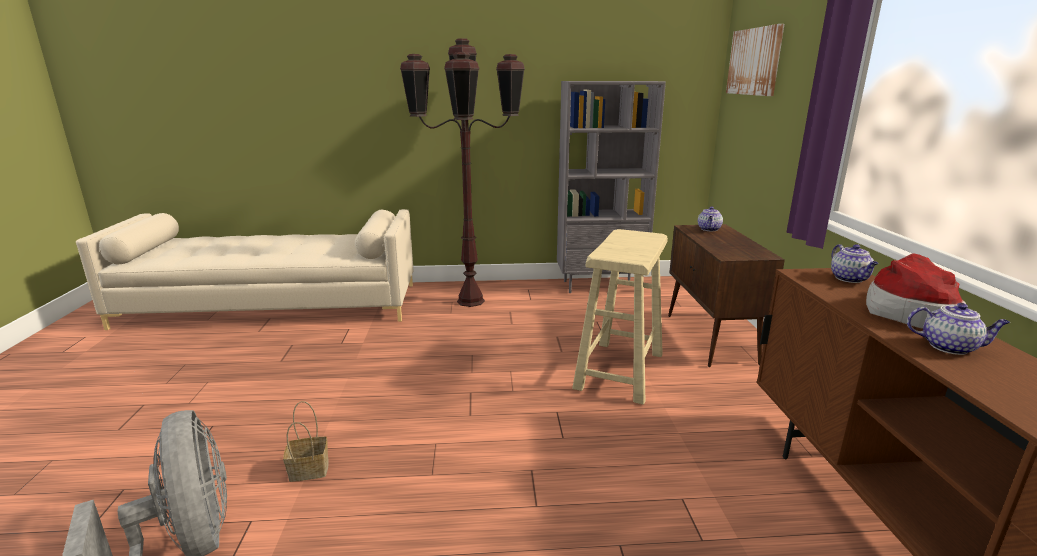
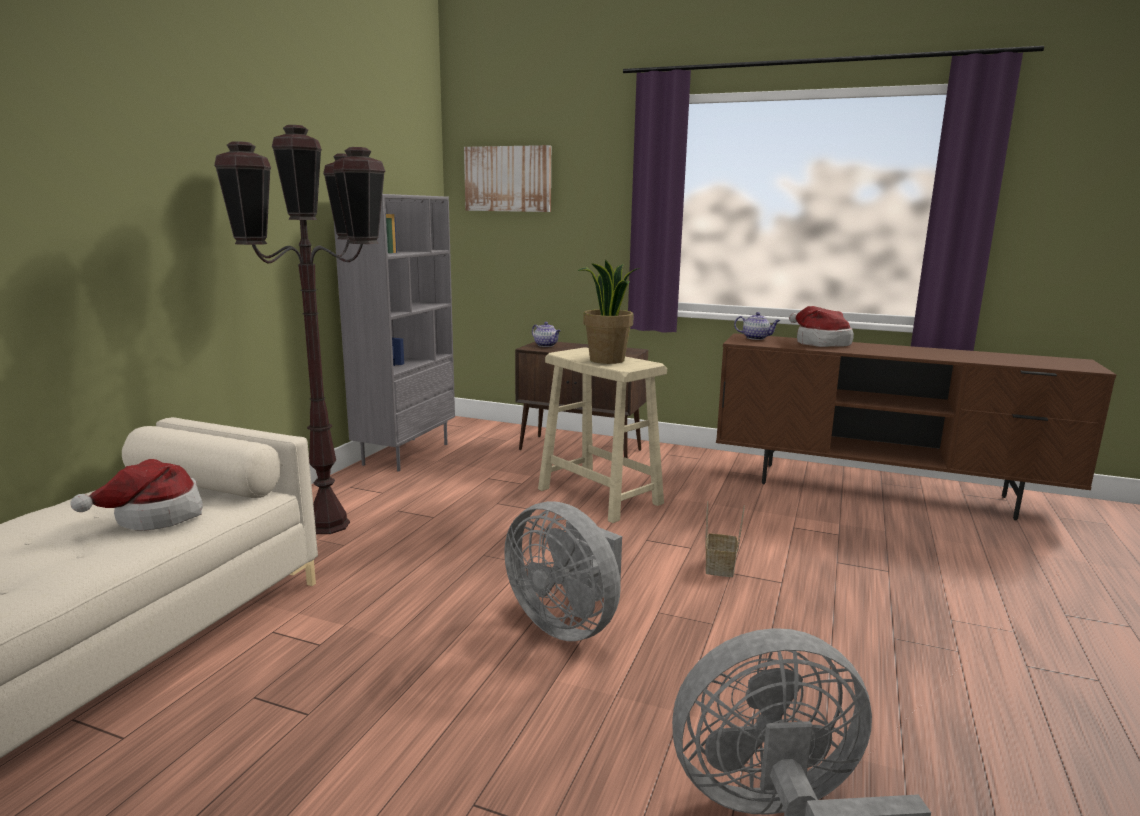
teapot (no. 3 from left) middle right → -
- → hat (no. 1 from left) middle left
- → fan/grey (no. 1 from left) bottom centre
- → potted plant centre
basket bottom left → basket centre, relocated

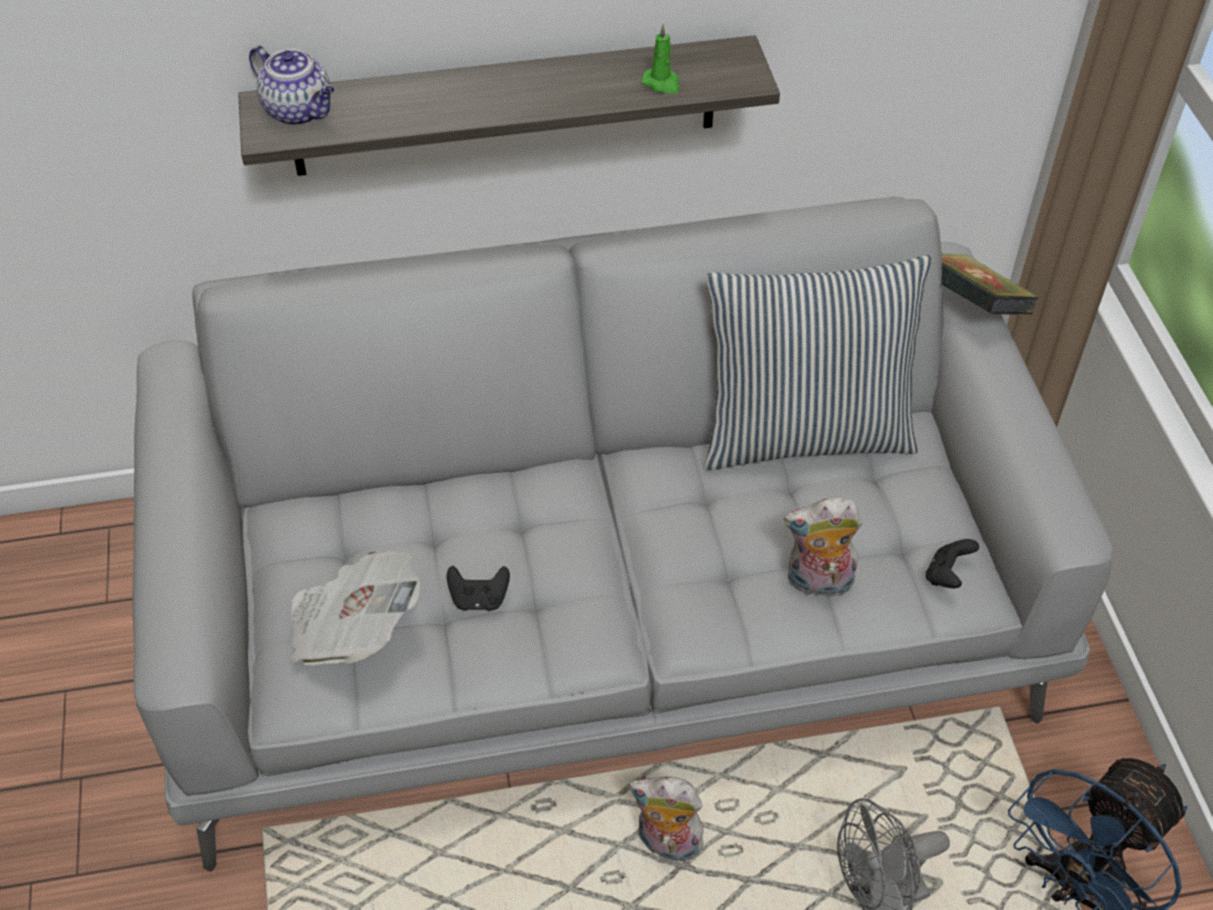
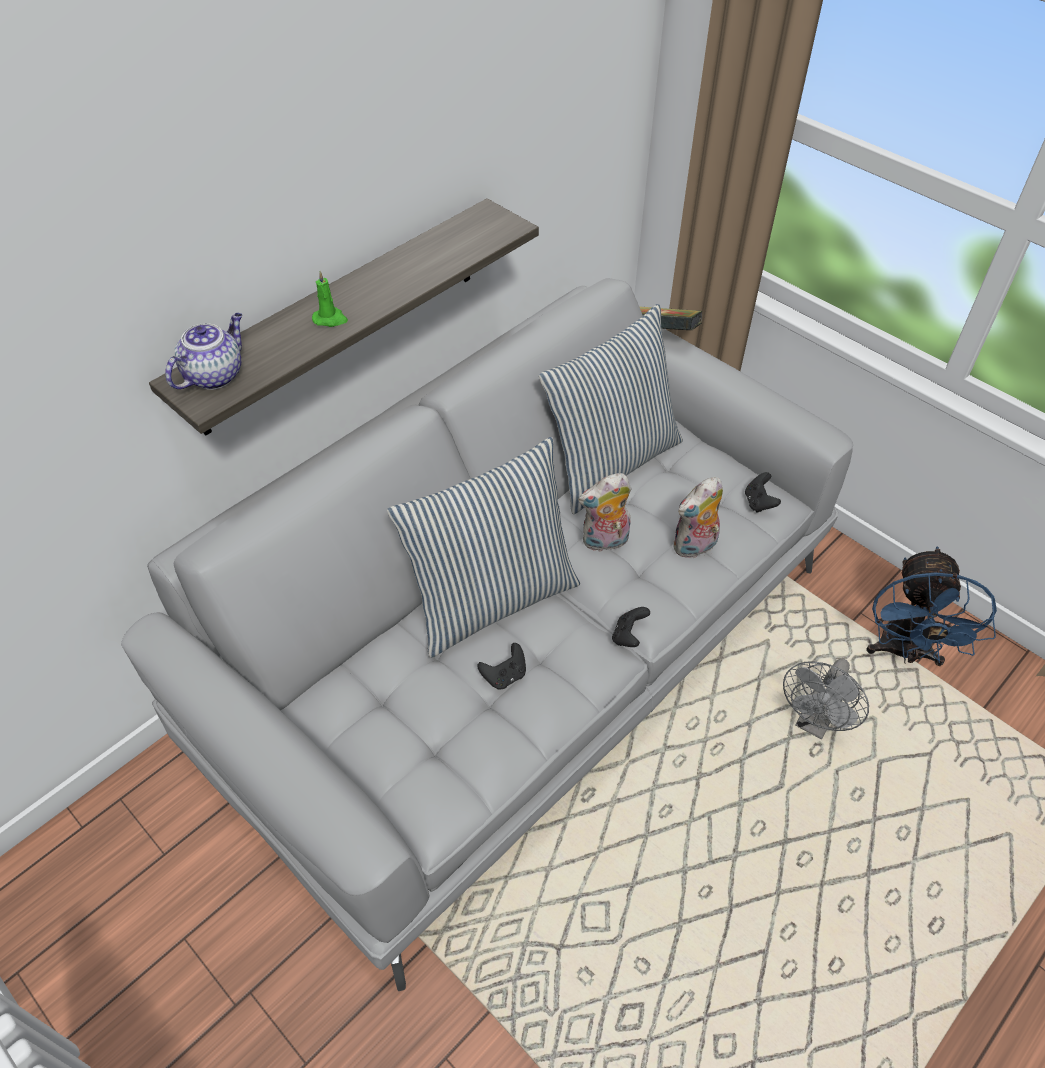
newspaper bottom left → -
- → pillow (no. 1 from left) centre
- → game controller/black (no. 2 from left) centre
plush toy (no. 1 from left) bottom centre → plush toy (no. 1 from left) centre, relocated
candle/green top centre → candle/green top left, relocated
teapot top left, 60 degrees counterclockwise

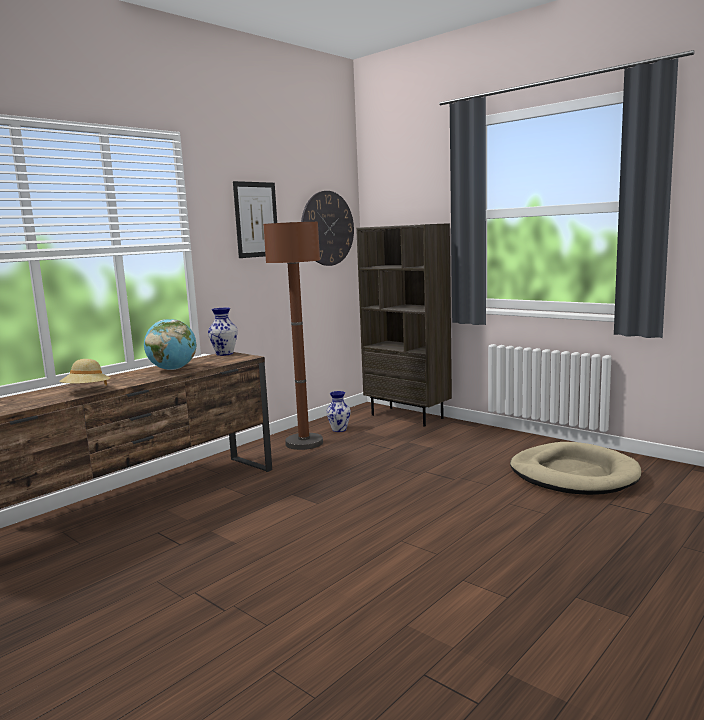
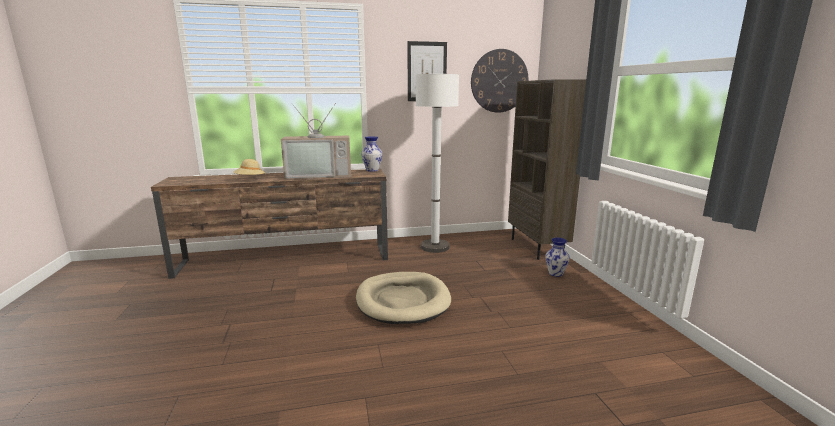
vase (no. 2 from left) centre → vase (no. 2 from left) middle right, relocated
dog bed/beige middle right → dog bed/beige bottom centre, relocated
globe middle left → television top centre
floor lamp/brown centre → floor lamp/white centre

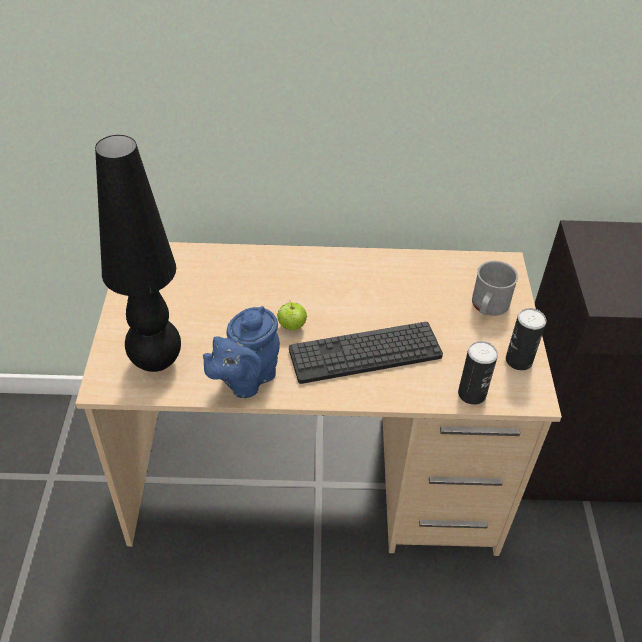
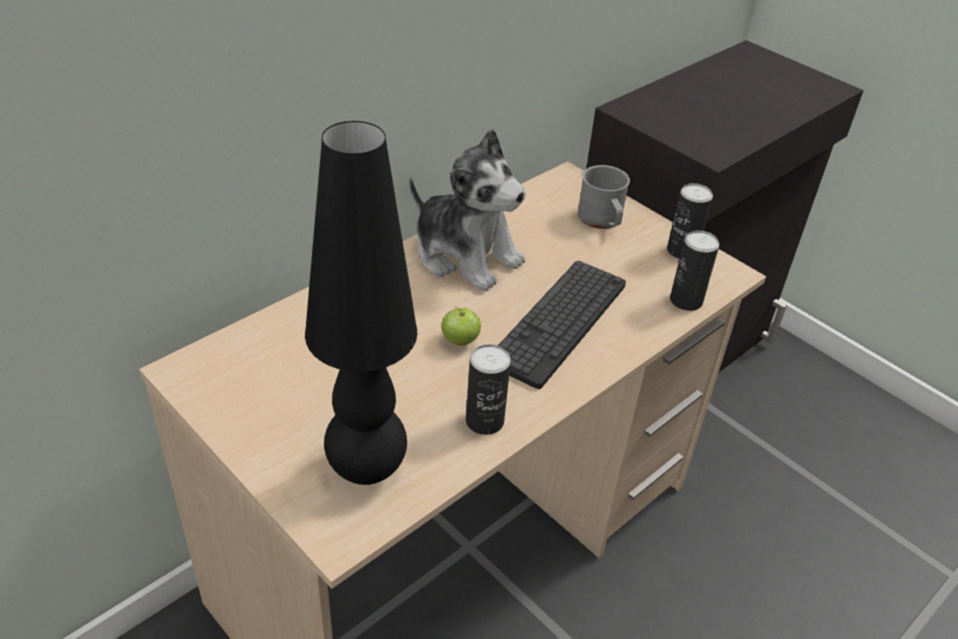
- → plush toy top centre
teapot/blue centre → can (no. 1 from left) centre

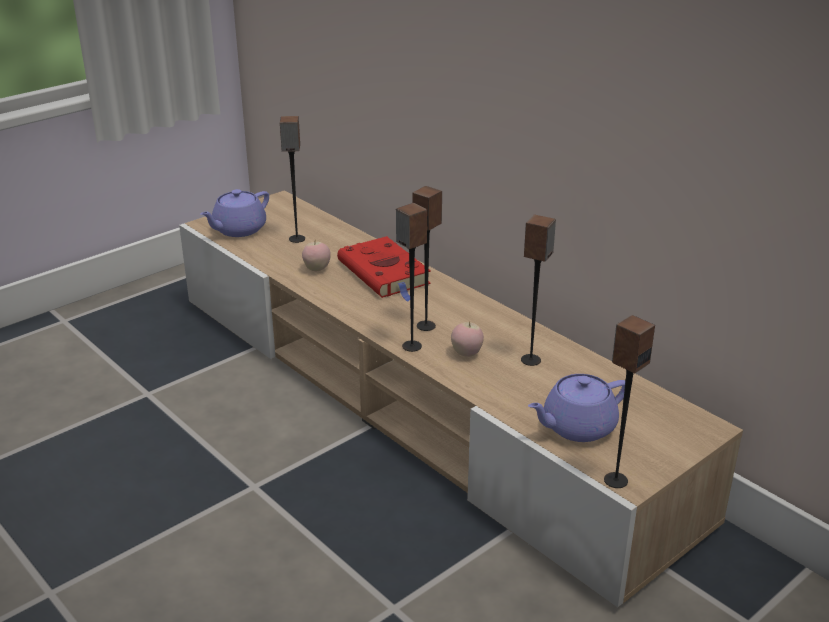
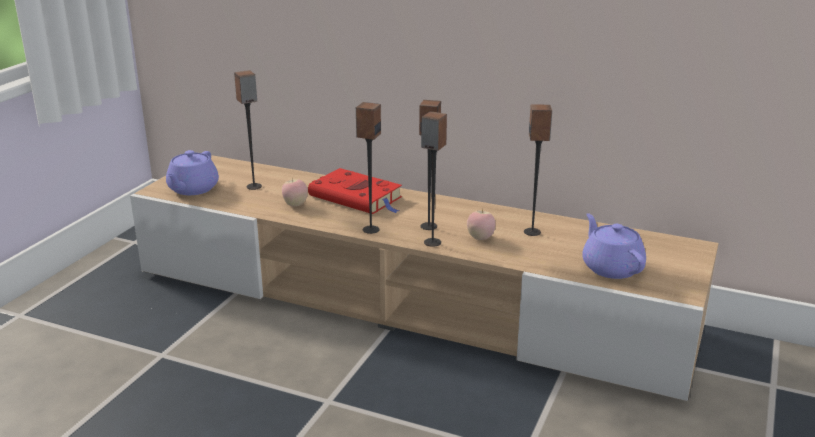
speaker (no. 5 from left in the first image) middle right → speaker (no. 2 from left) centre, relocated
teapot/purple (no. 2 from left) middle right, 120 degrees clockwise

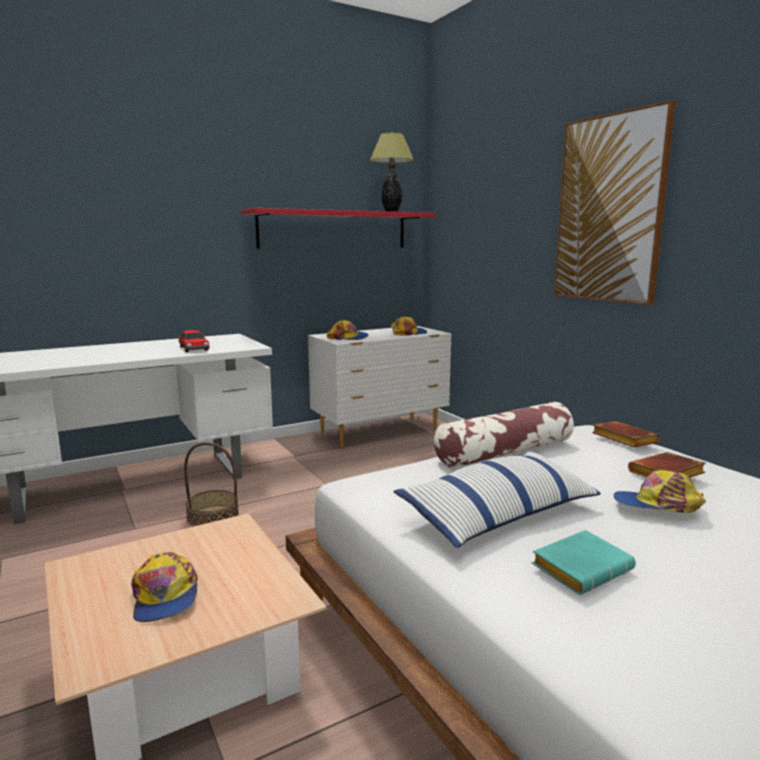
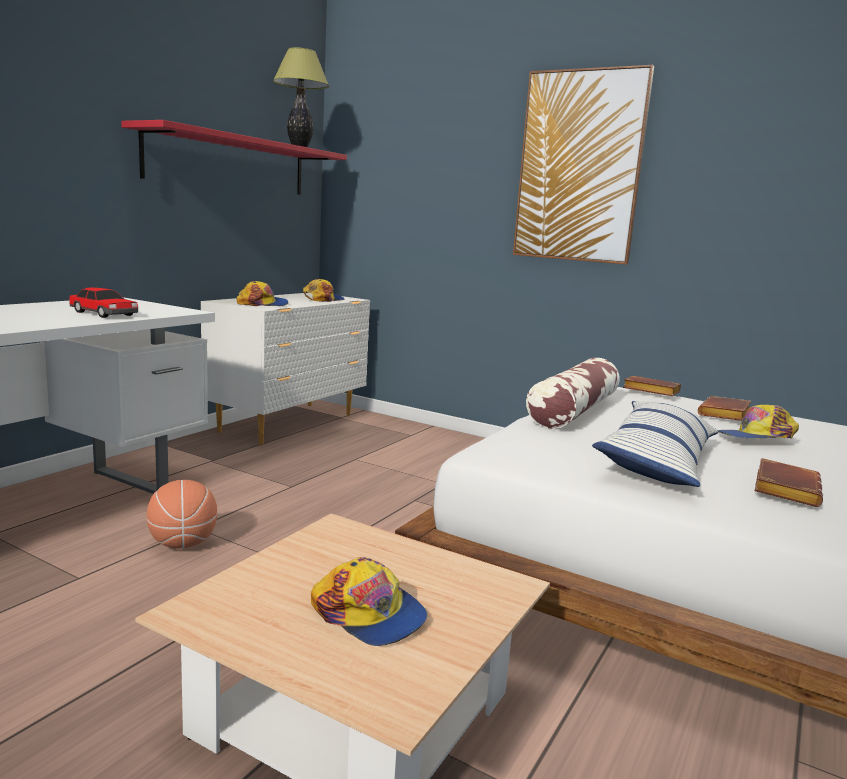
basket middle left → basketball middle left
book/turquoise bottom right → book/brown (no. 3 from left) middle right

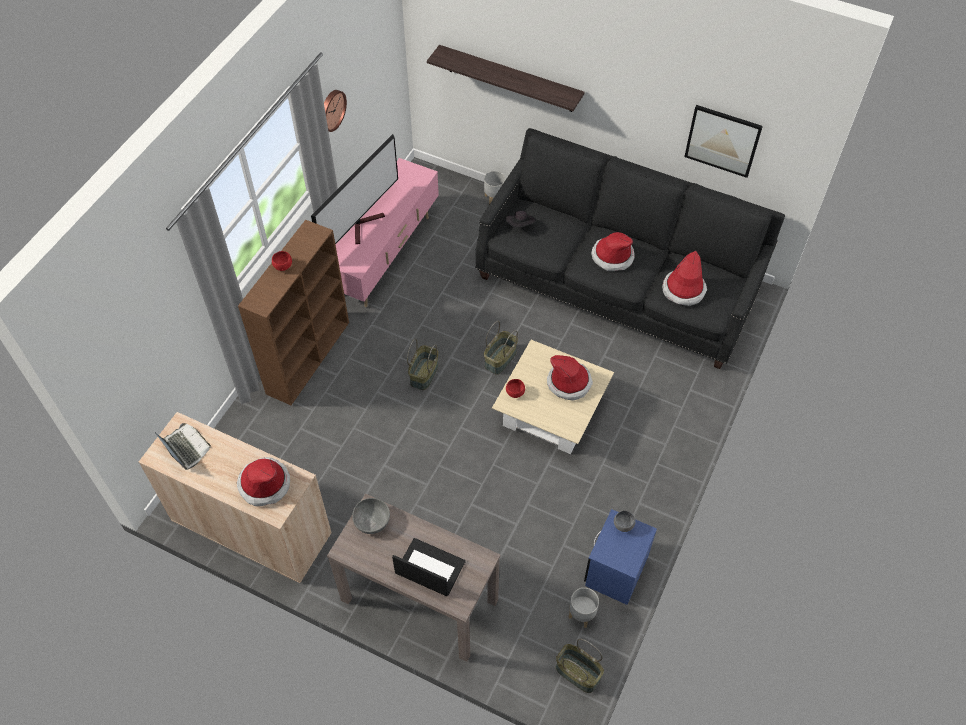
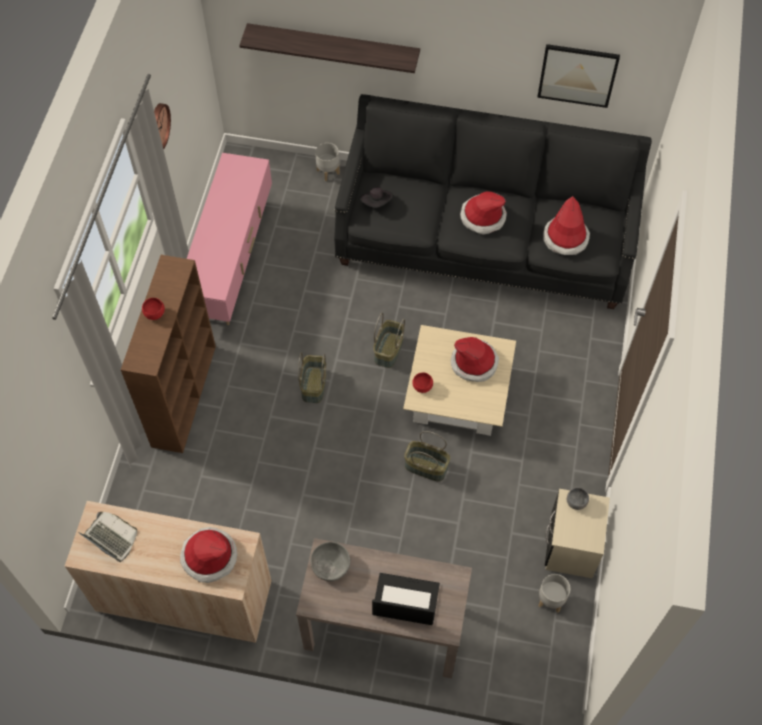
television top centre → -
basket (no. 3 from left) bottom centre → basket (no. 3 from left) centre, relocated
nightstand/blue bottom centre → nightstand/beige bottom right

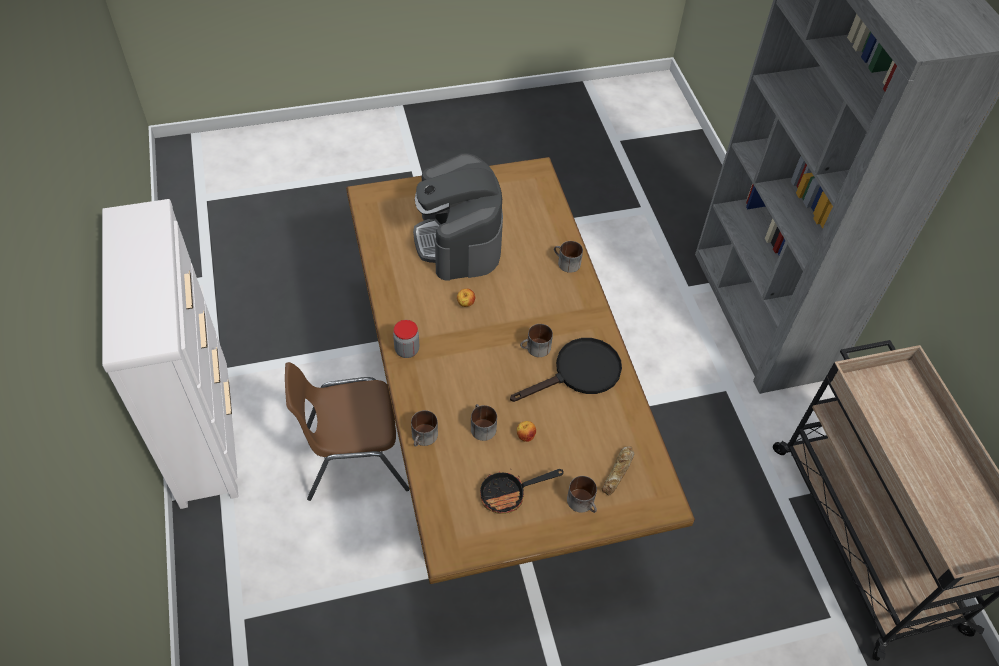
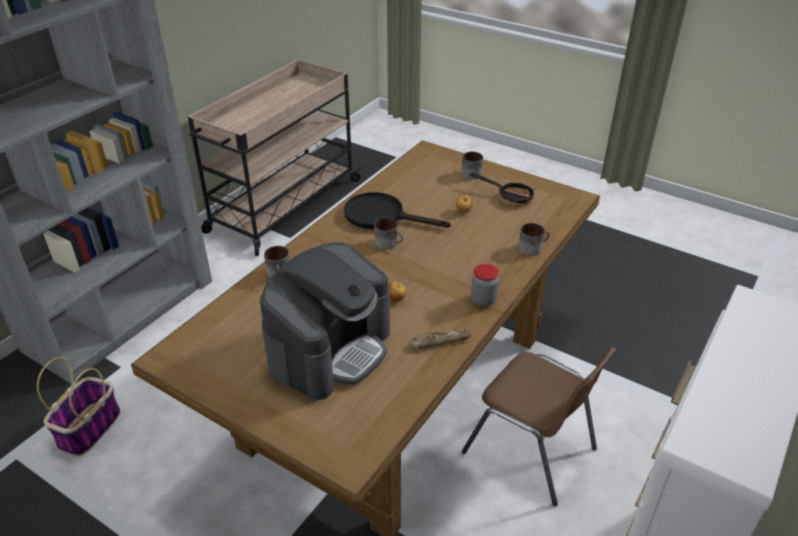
mug (no. 2 from left) centre → -
- → basket bottom left
bread bottom centre → bread centre, relocated

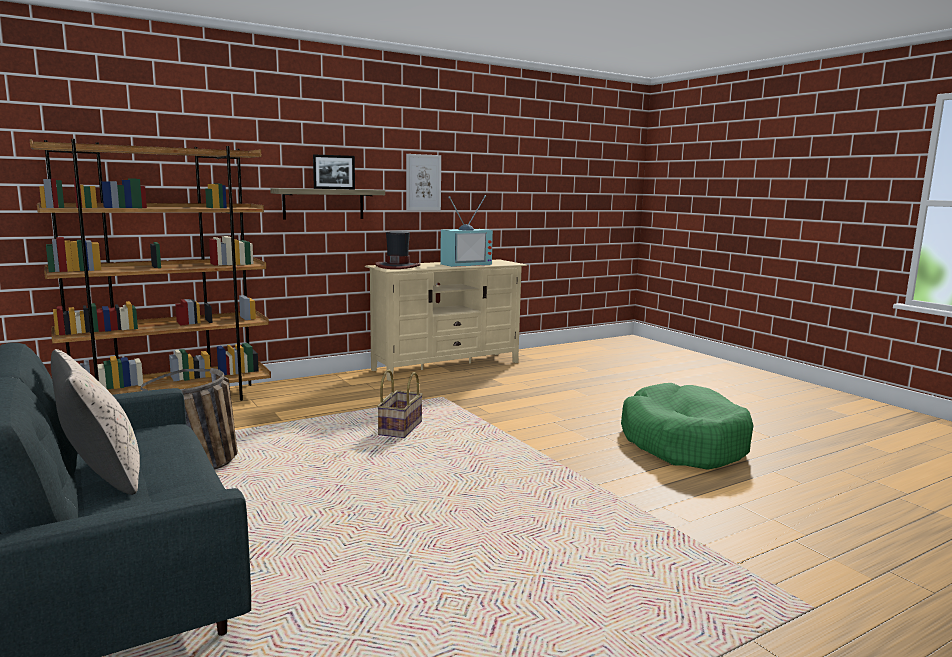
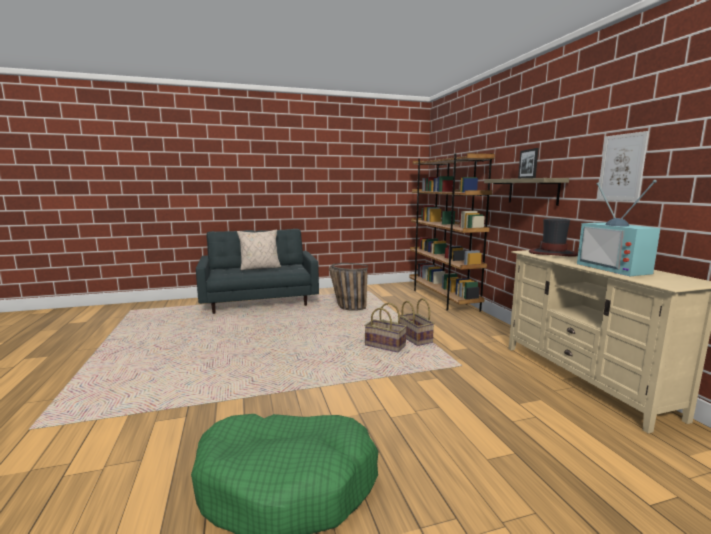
- → basket (no. 3 from left) centre

